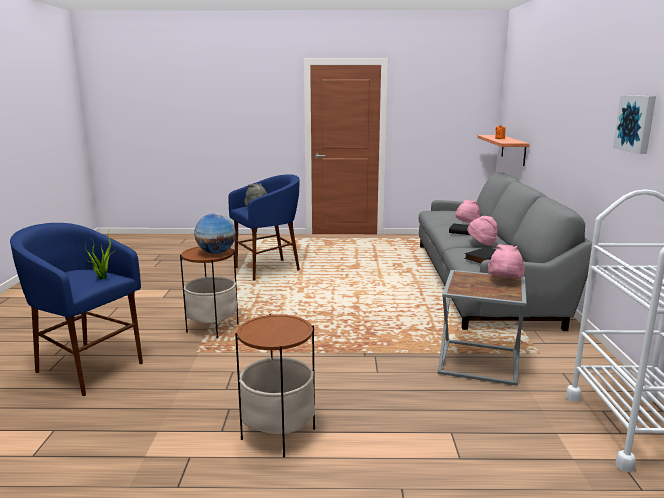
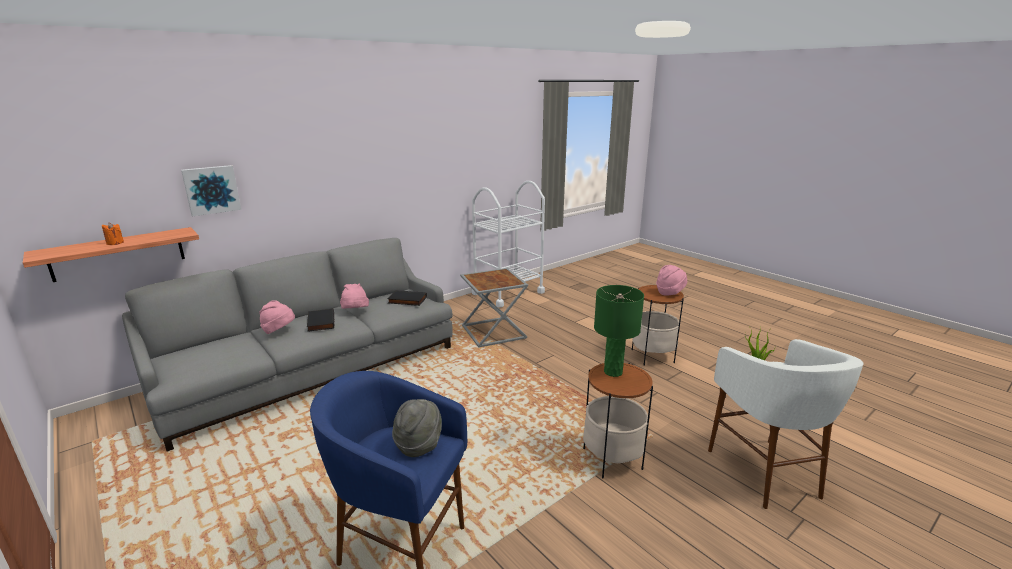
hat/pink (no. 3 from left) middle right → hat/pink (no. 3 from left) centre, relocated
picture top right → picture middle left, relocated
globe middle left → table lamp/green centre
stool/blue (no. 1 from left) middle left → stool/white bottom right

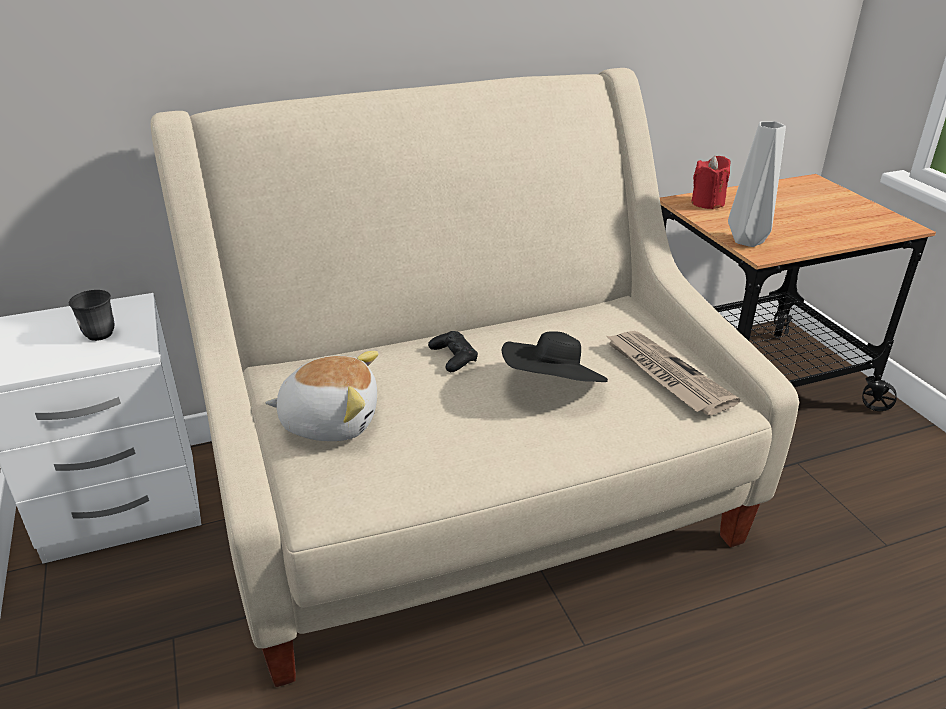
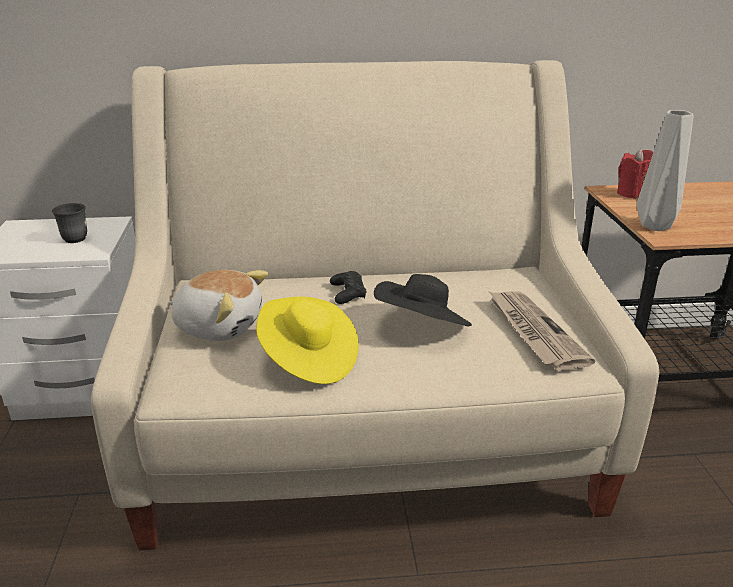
- → hat/yellow centre

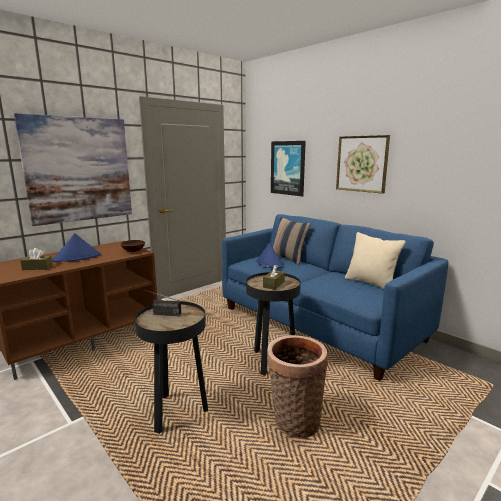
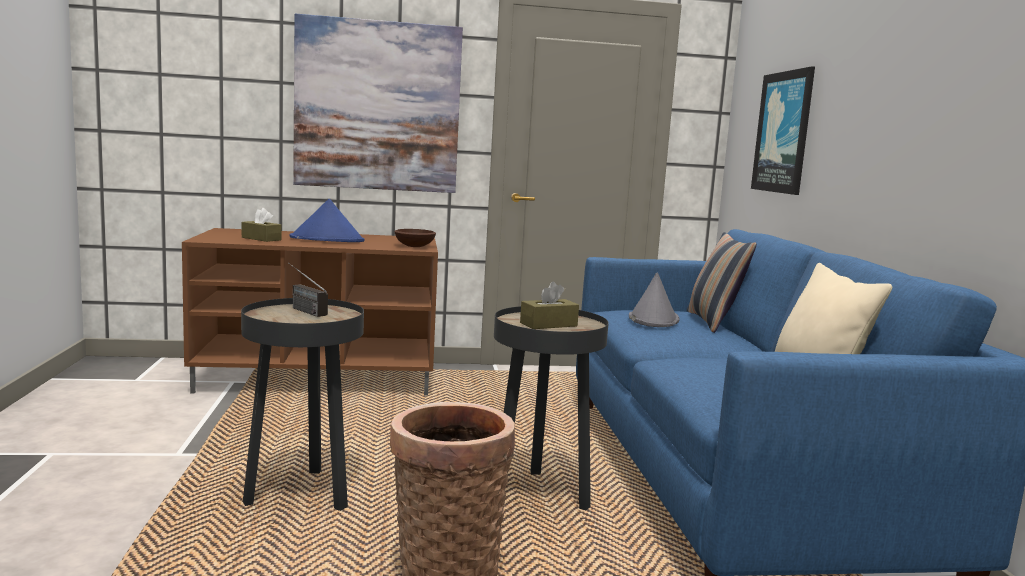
picture (no. 3 from left) top right → -
hat/blue (no. 2 from left) centre → hat/grey centre

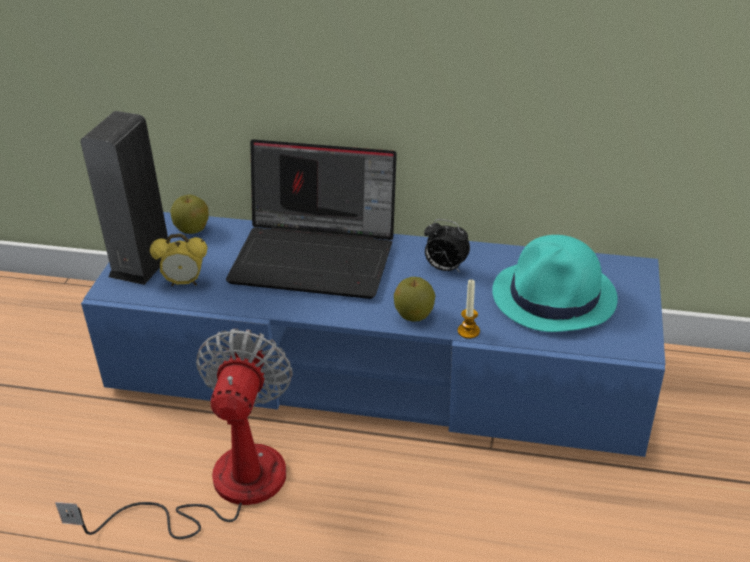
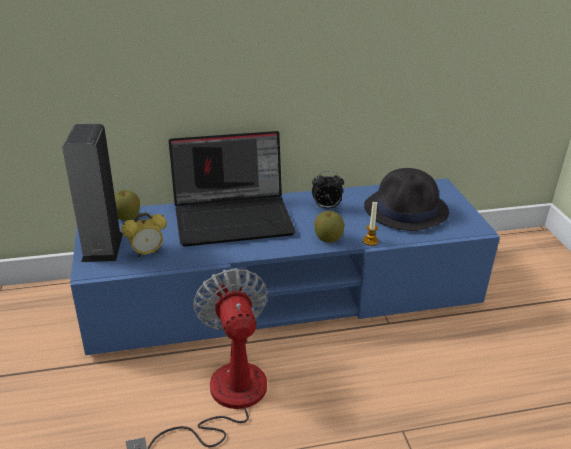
hat/turquoise middle right → hat/black middle right

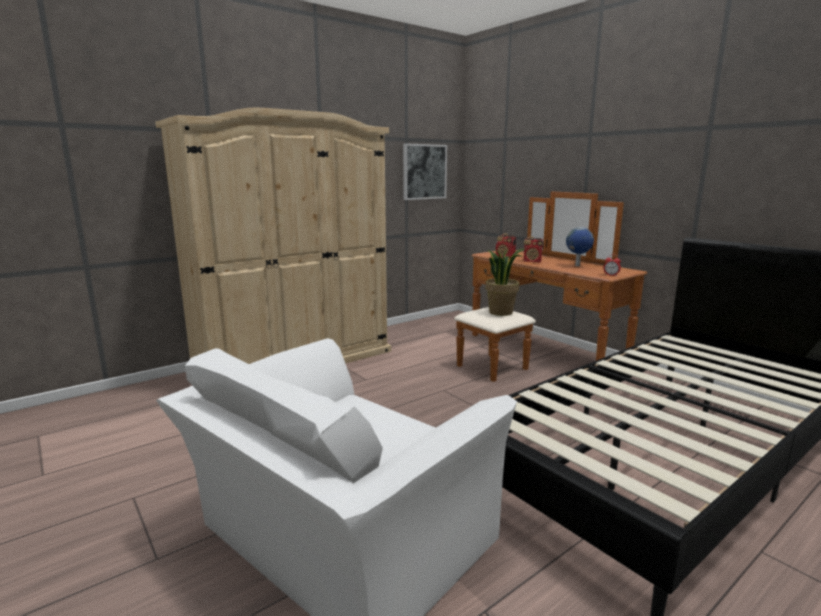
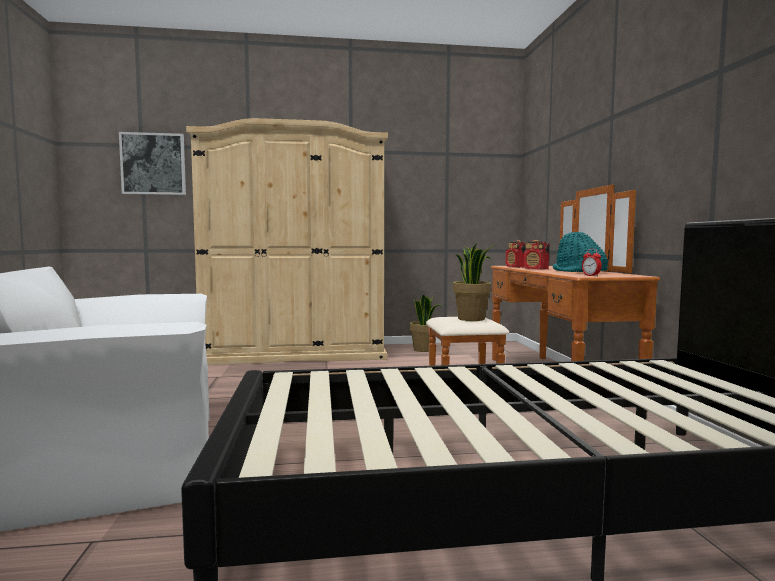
- → potted plant (no. 1 from left) centre
picture top centre → picture top left, relocated
globe middle right → hat/turquoise middle right

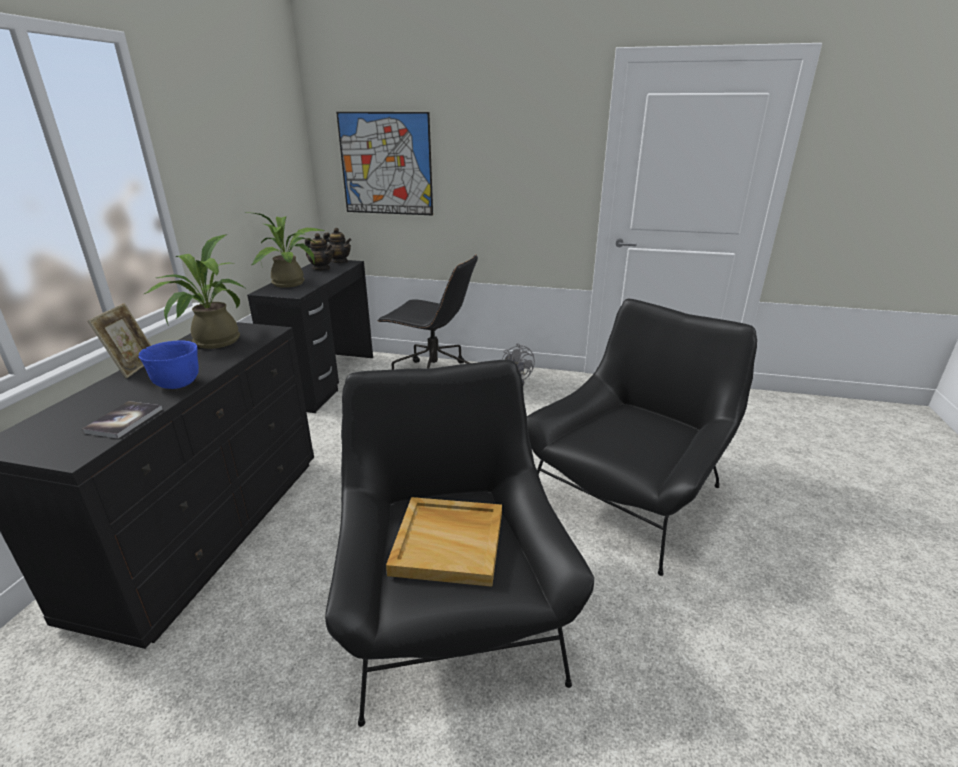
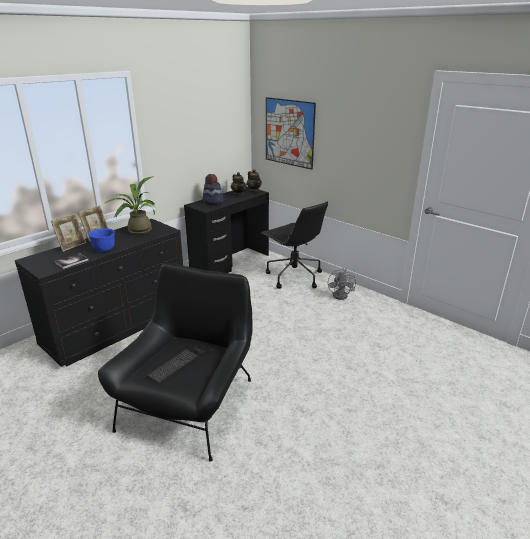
armchair/black (no. 2 from left) middle right → -
- → picture frame (no. 1 from left) middle left
potted plant (no. 2 from left) top left → hat centre
tray/beige bottom centre → keyboard bottom centre

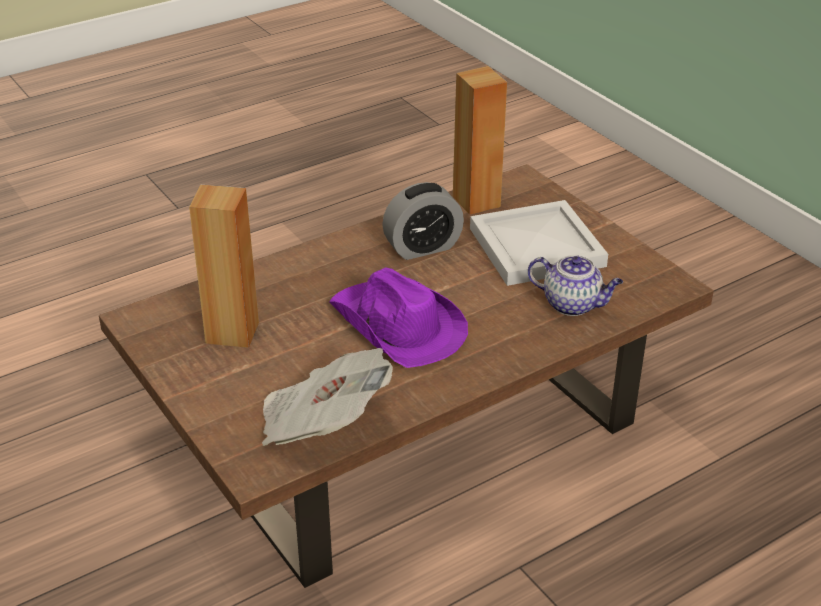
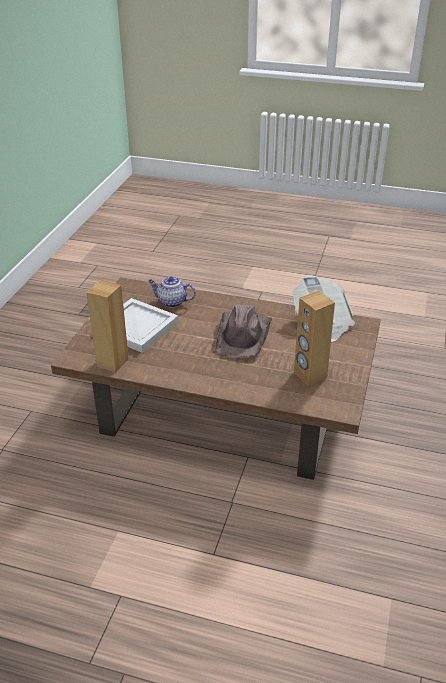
alarm clock centre → -
hat/purple centre → hat/brown centre
teapot middle right → teapot centre, 60 degrees counterclockwise

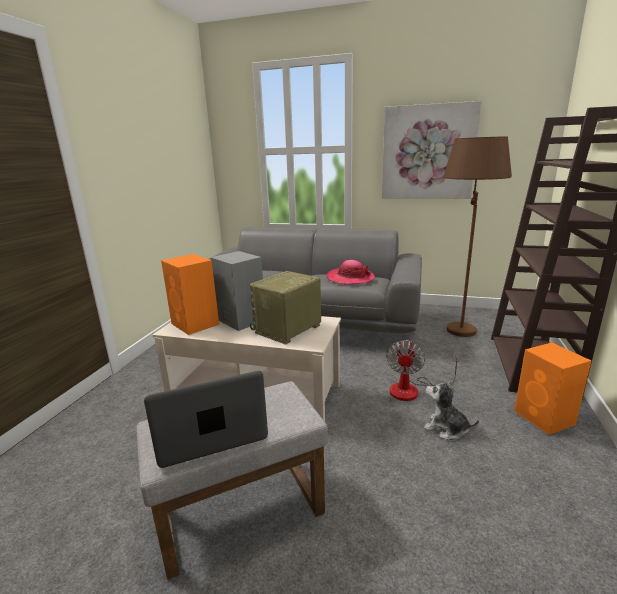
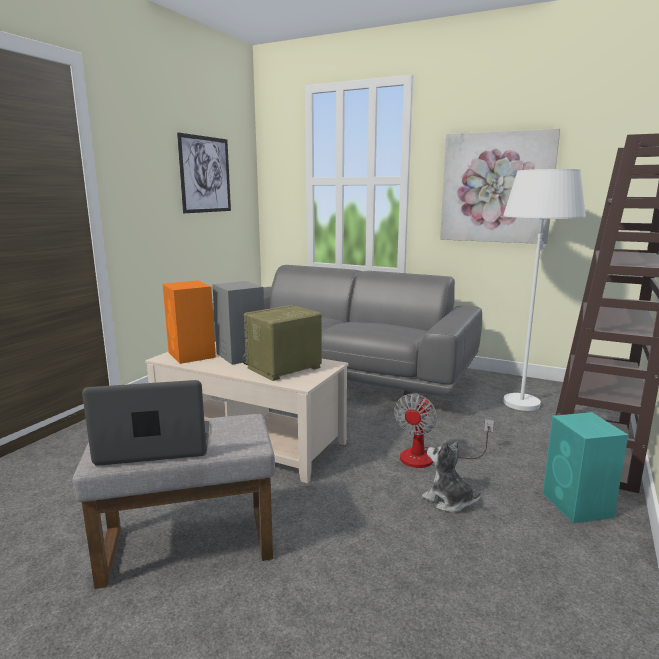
hat centre → -
- → picture (no. 1 from left) top left
floor lamp/brown middle right → floor lamp/white middle right
speaker/orange (no. 2 from left) middle right → speaker/turquoise bottom right

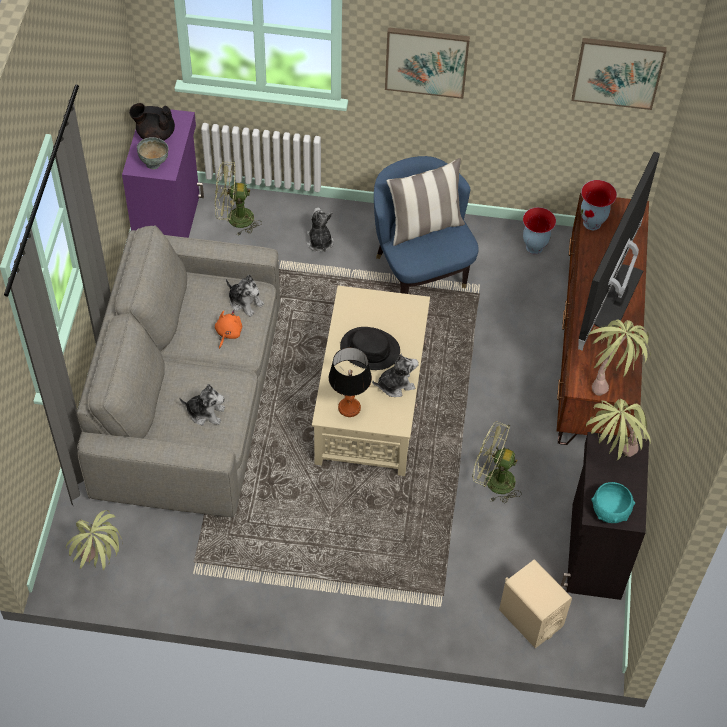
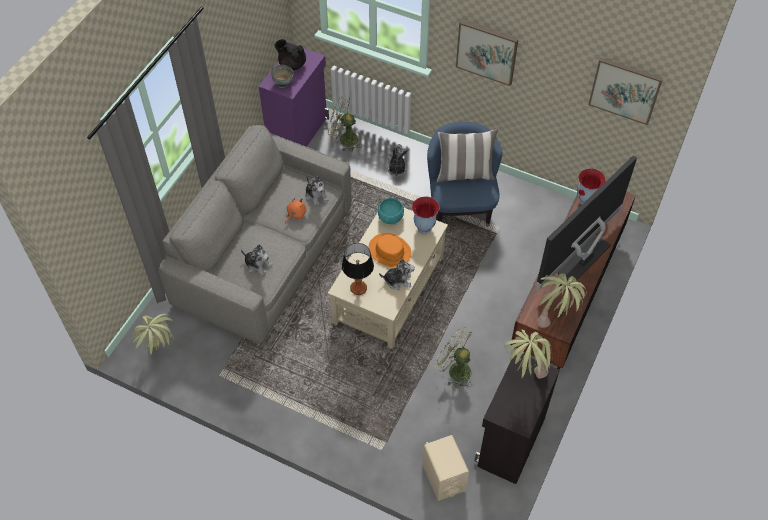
vase (no. 1 from left) top right → vase (no. 1 from left) centre, relocated
bowl/turquoise bottom right → bowl/turquoise centre, relocated
hat/black centre → hat/orange centre

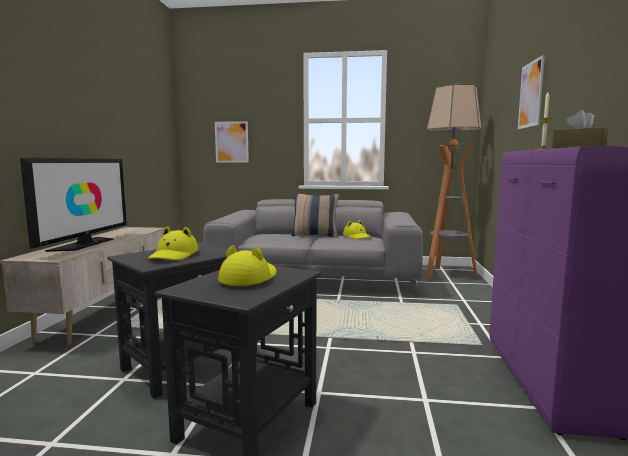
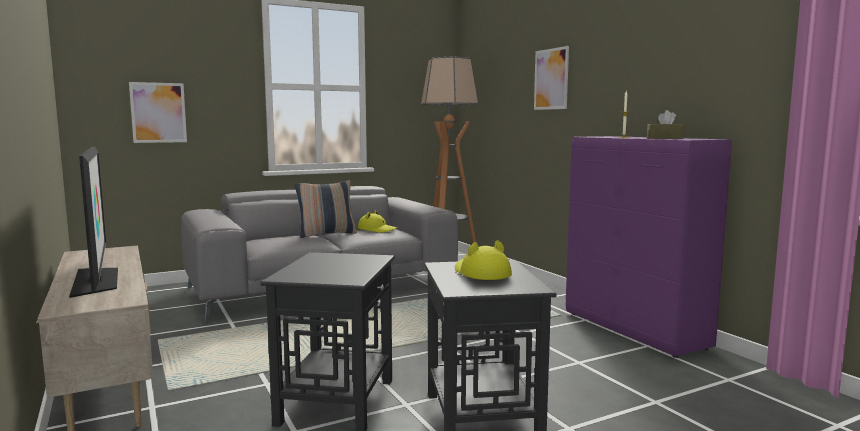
hat/yellow (no. 1 from left) middle left → -

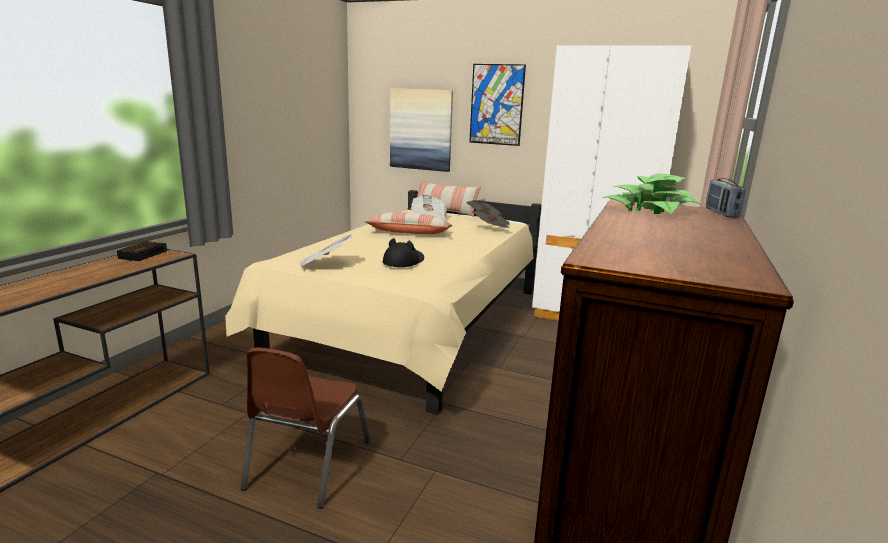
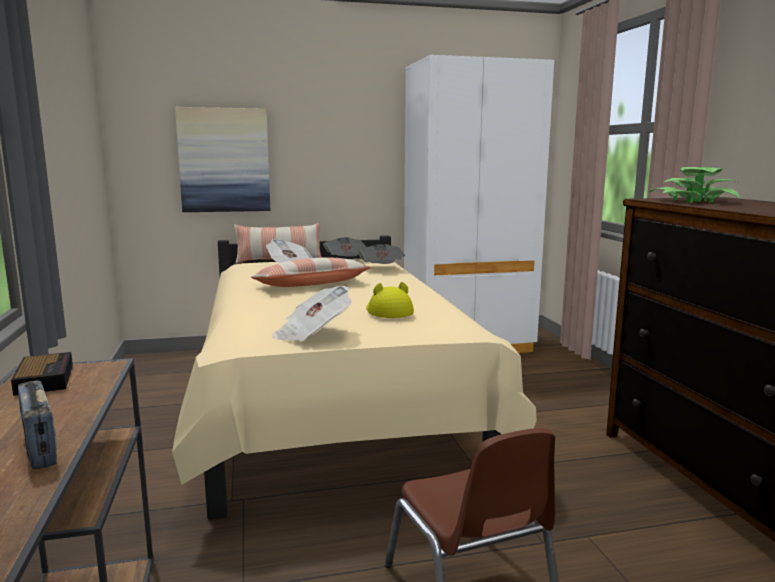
picture (no. 2 from left) top centre → -
radio middle right → radio bottom left, relocated
hat/black centre → hat/yellow centre

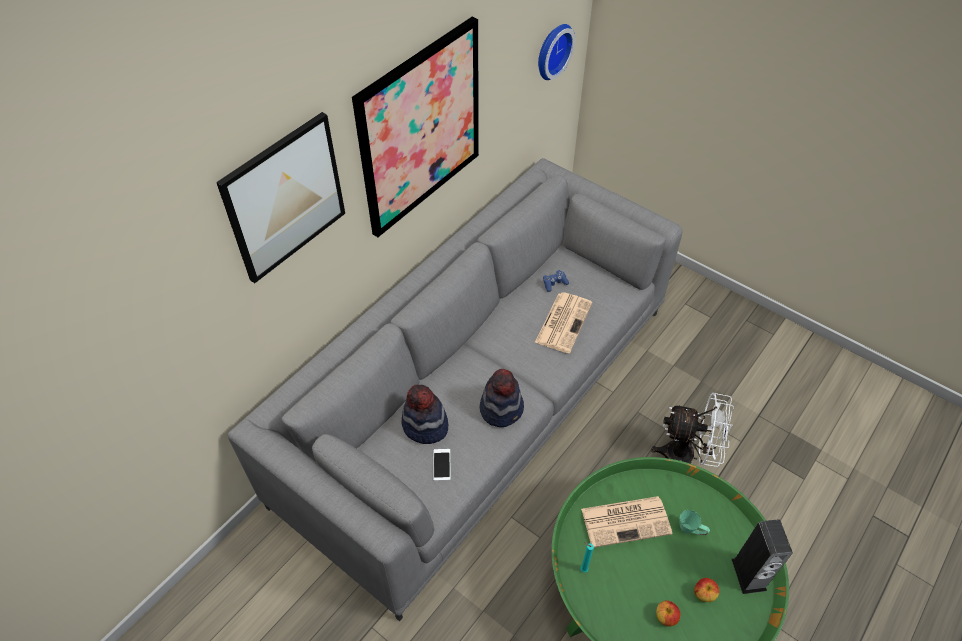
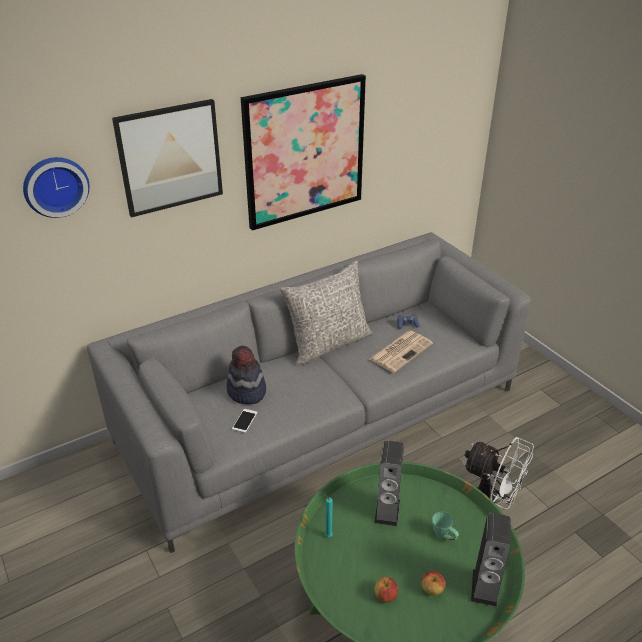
hat (no. 2 from left) centre → -
- → pillow/grey centre
wall clock top centre → wall clock top left, relocated
newspaper (no. 2 from left) bottom centre → speaker (no. 1 from left) bottom centre

